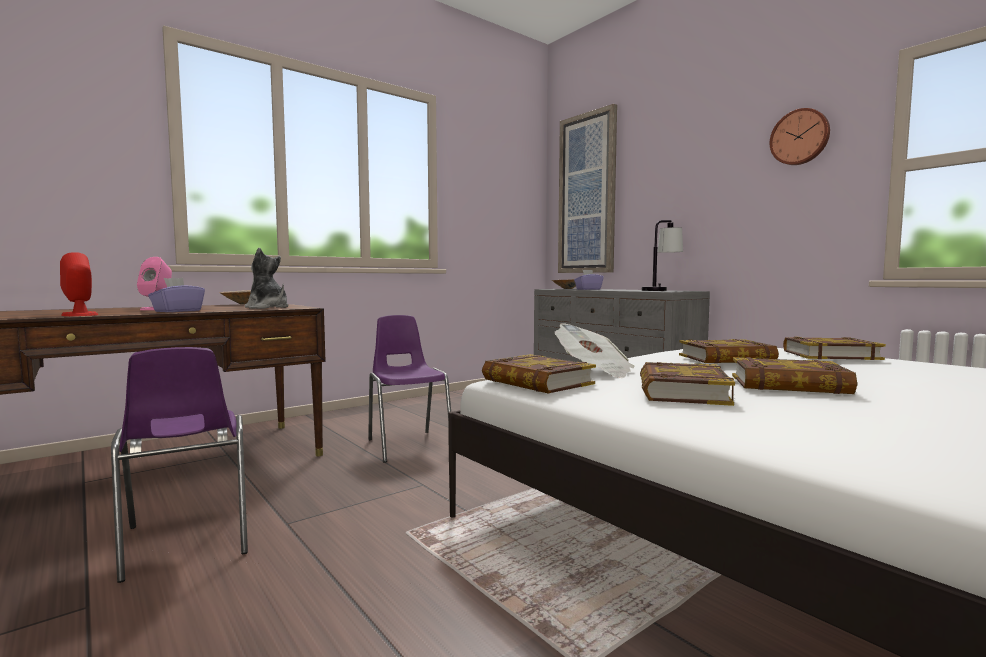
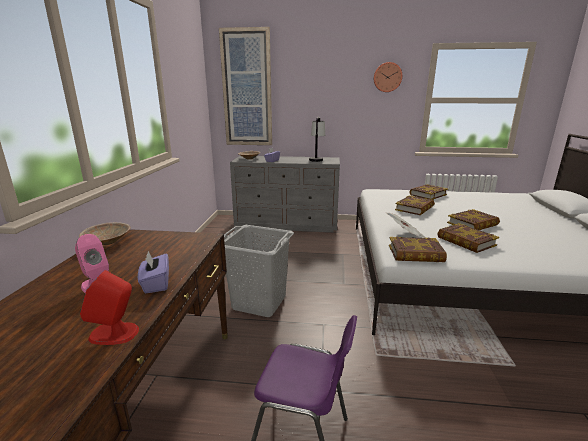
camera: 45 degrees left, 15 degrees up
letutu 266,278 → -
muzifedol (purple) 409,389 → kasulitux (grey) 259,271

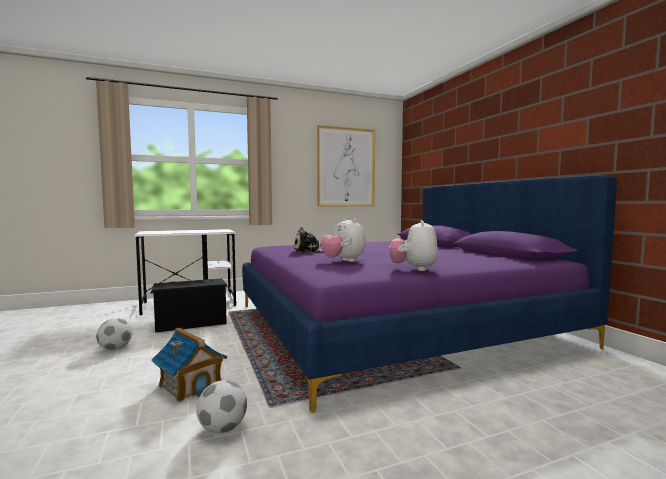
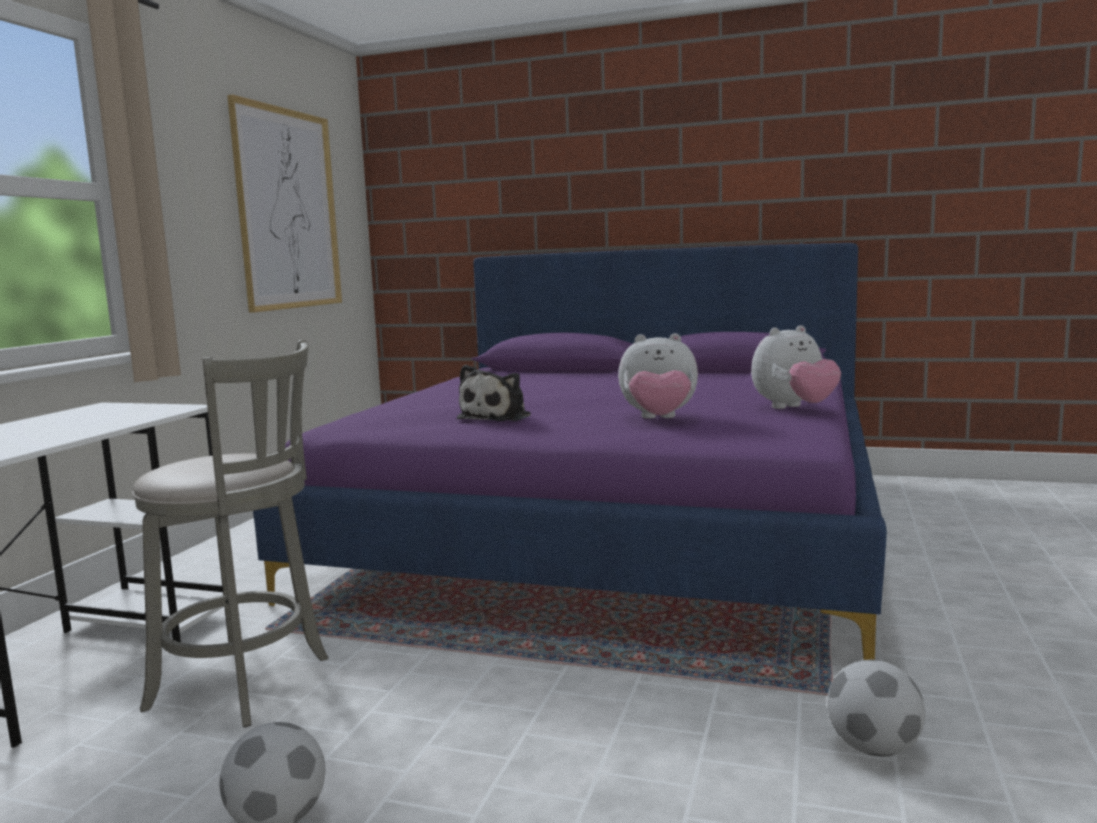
camera: 50 degrees left, 5 degrees up
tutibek 189,365 → -
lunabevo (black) 189,305 → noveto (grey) 230,533
letutu 413,245 → letutu 796,367, 75 degrees counterclockwise

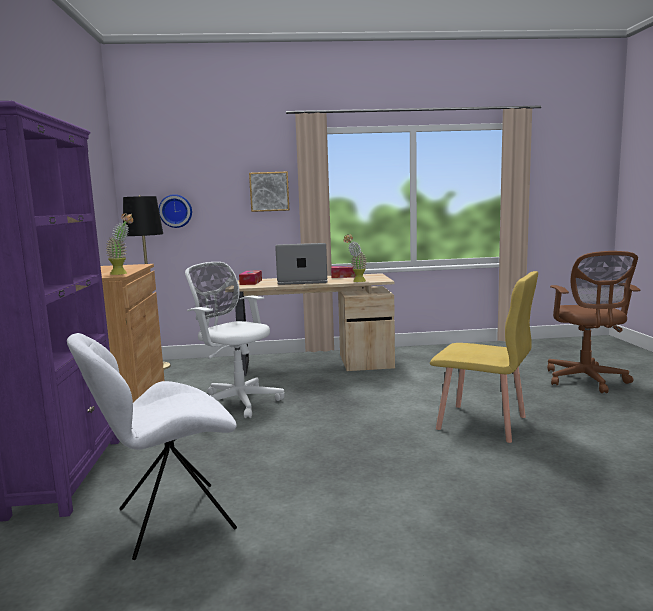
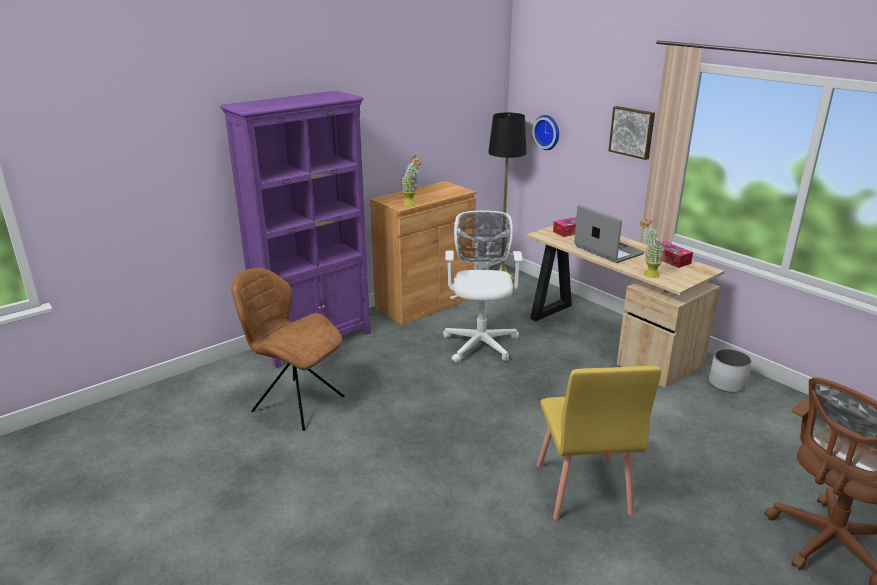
camera: 55 degrees right, 15 degrees up
- → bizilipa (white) 730,371
muzifedol (white) 152,446 → muzifedol (brown) 287,349

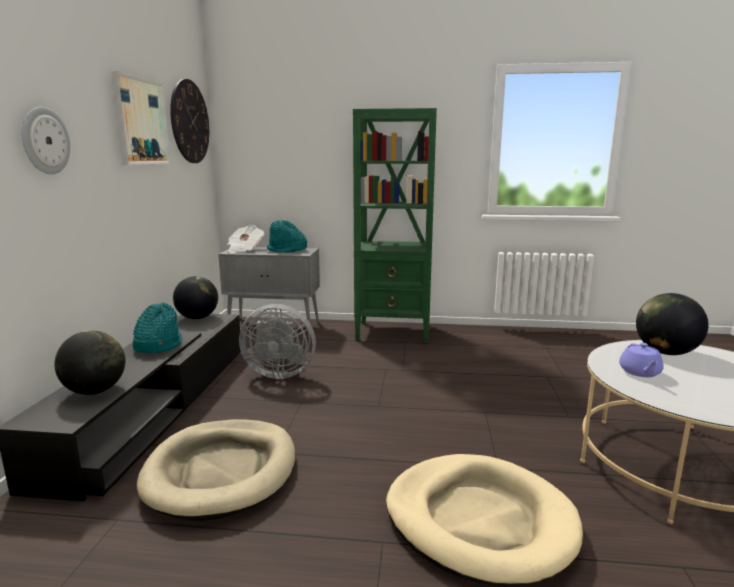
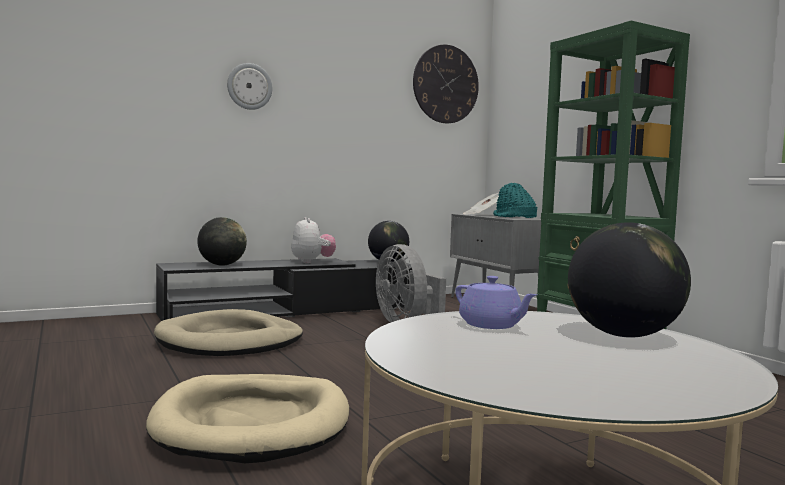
camera: 55 degrees right, 10 degrees down
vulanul 141,118 → -
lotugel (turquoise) 157,327 → letutu 313,240
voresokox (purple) 641,360 → voresokox (purple) 496,302, 105 degrees counterclockwise

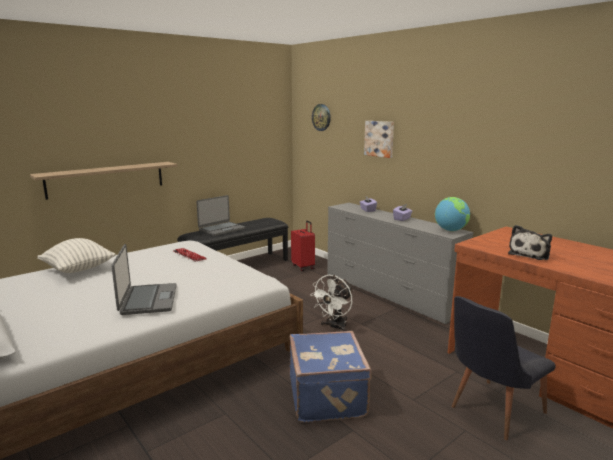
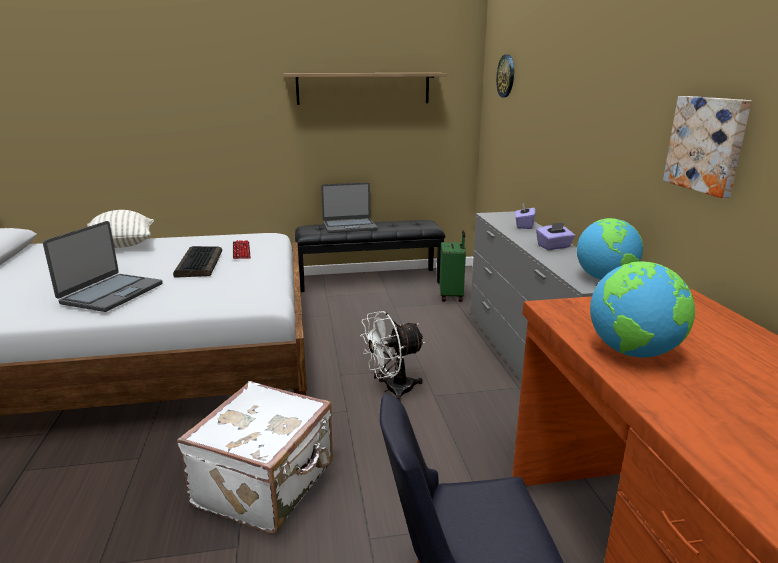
camera: 30 degrees right, 5 degrees up
- → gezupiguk 197,262
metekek 104,181 → metekek 365,89, relocated
vulanul 379,139 → vulanul 707,147, relocated
letutu 530,242 → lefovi 642,309
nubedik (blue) 331,377 → nubedik (white) 255,457
nubedik (red) 303,245 → nubedik (green) 452,266

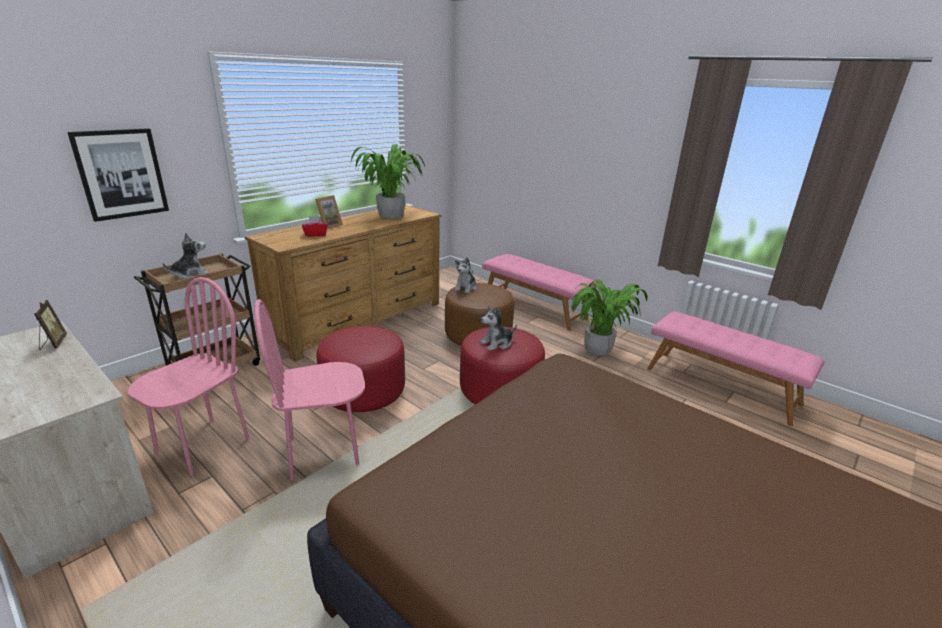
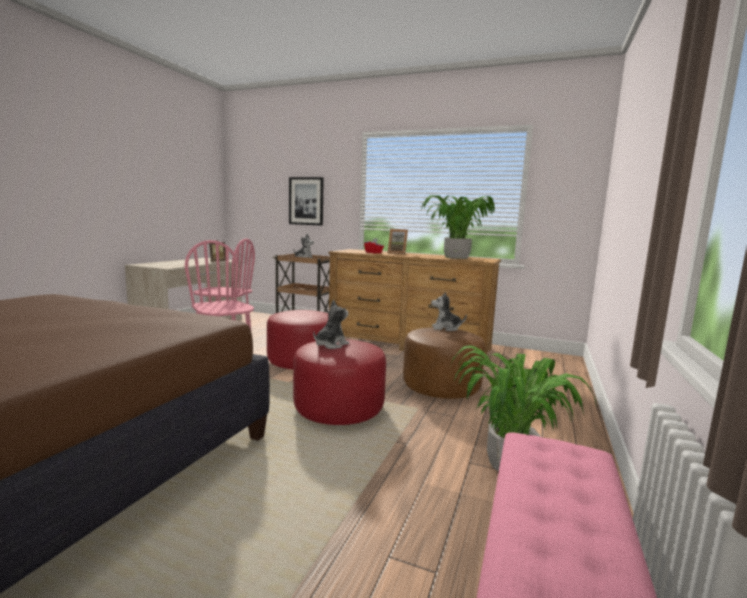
camera: 70 degrees right, 15 degrees down
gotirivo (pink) 539,292 → -
letutu 498,328 → letutu 331,324, 90 degrees clockwise

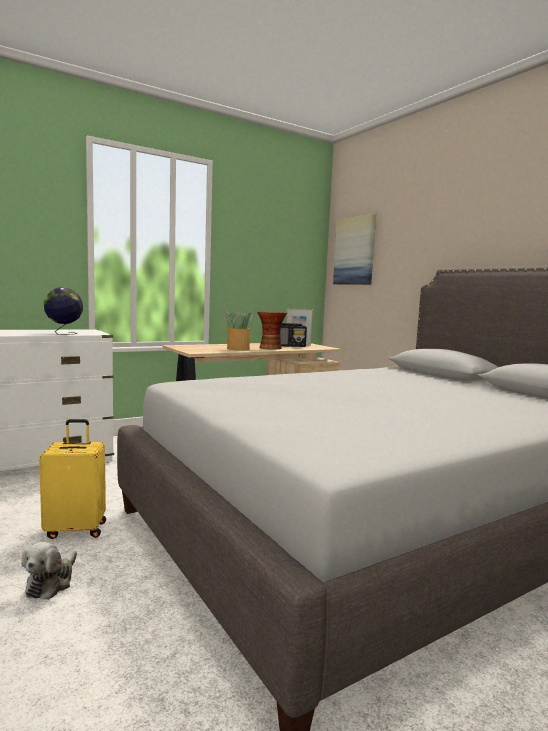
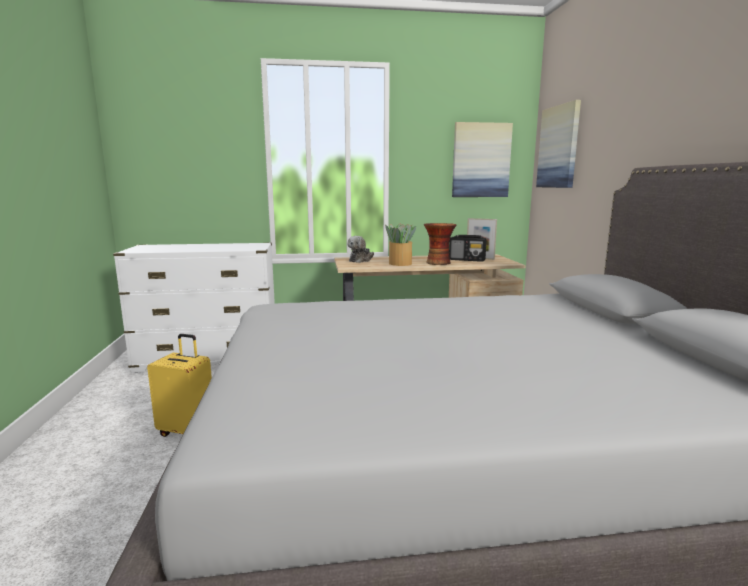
camera: 25 degrees right, 5 degrees up
lefovi 63,311 → -
- → vulanul 482,159
letutu 49,571 → letutu 360,249, relocated

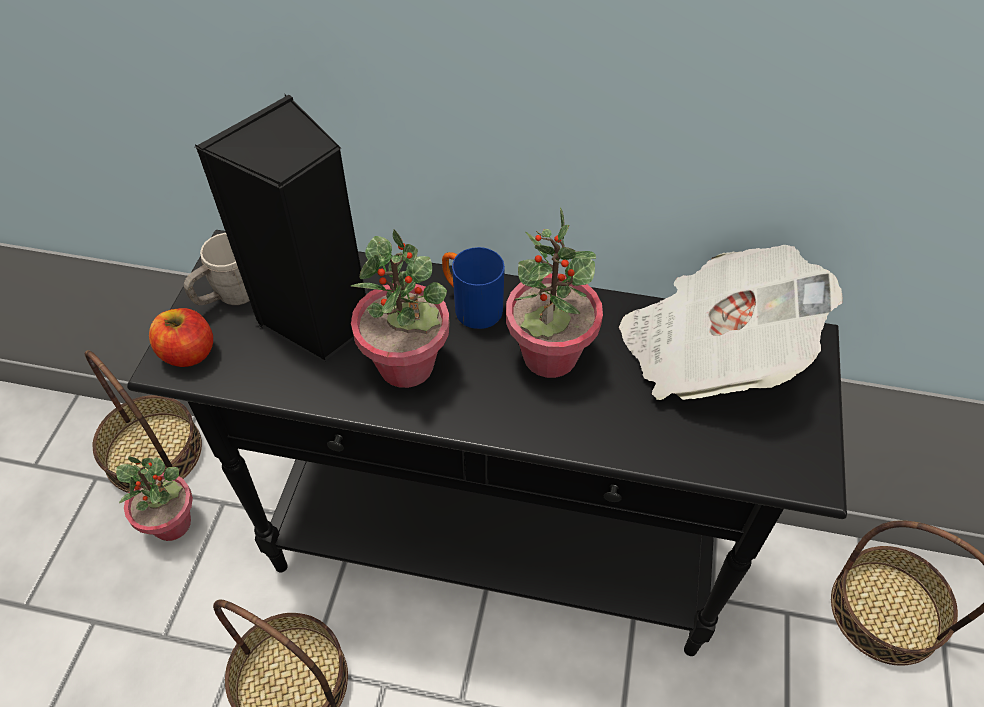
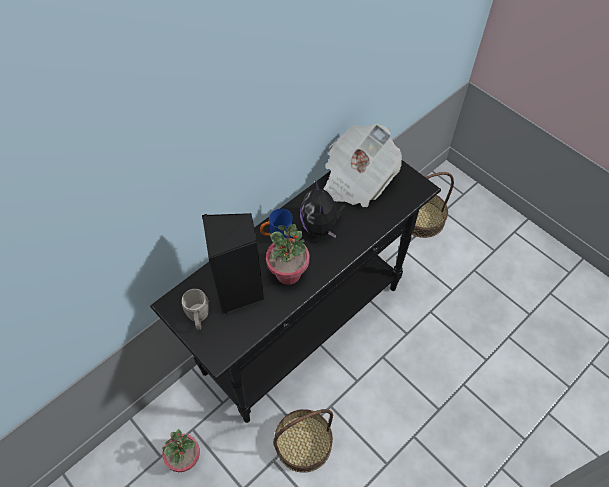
camera: 55 degrees left, 5 degrees up
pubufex 143,421 → -
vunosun 181,337 → -
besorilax 554,293 → letutu 323,209

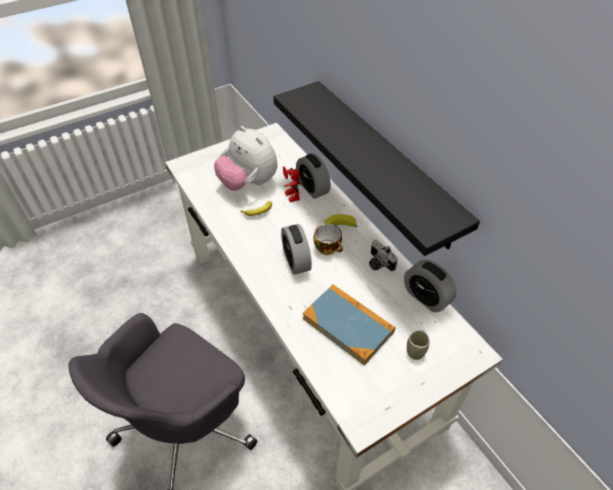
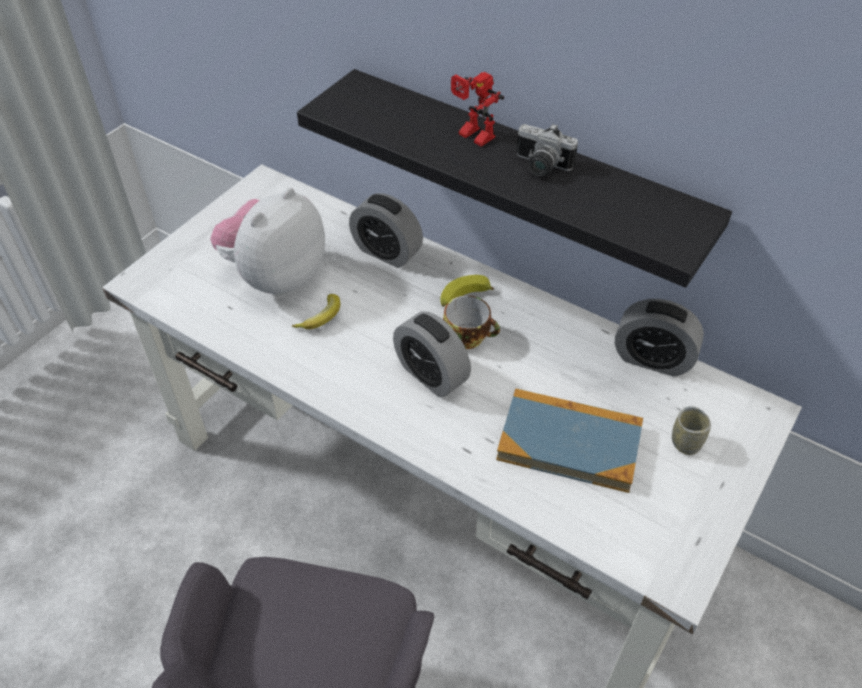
camera: 25 degrees left, 0 degrees up
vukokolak 292,184 → vukokolak 477,109, relocated
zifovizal 383,255 → zifovizal 547,149, relocated
letutu 245,158 → letutu 267,241, 105 degrees clockwise

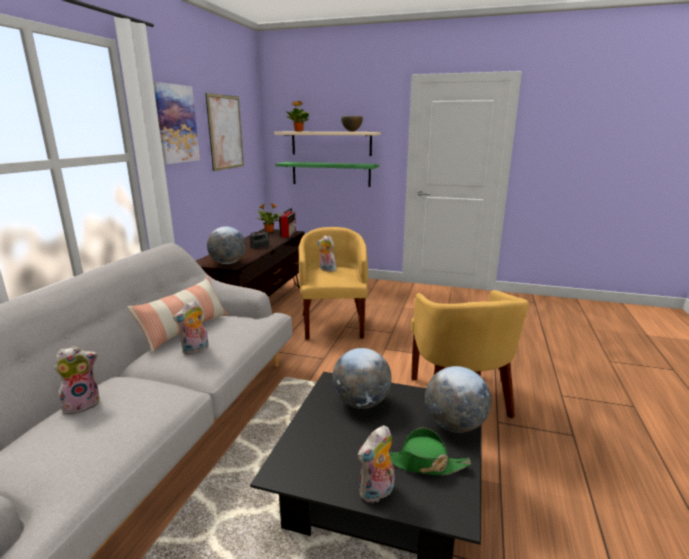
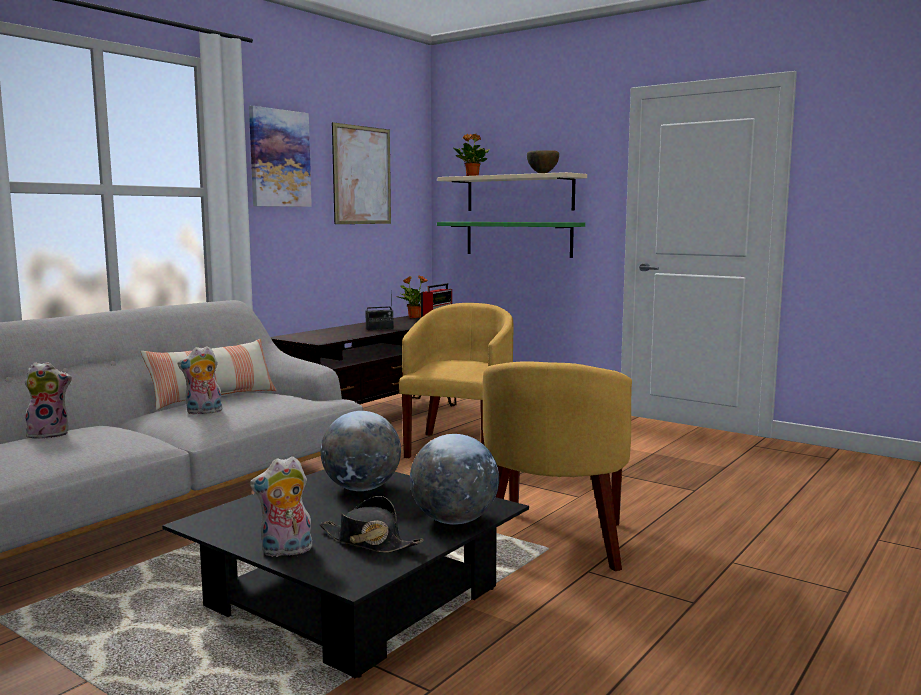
camera: 20 degrees right, 10 degrees down
lefovi 226,245 → -
letutu 328,253 → -
lotugel (green) 430,451 → lotugel (black) 371,524

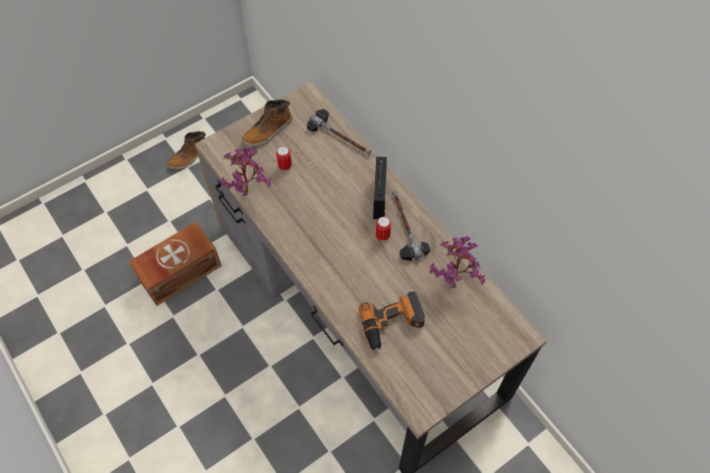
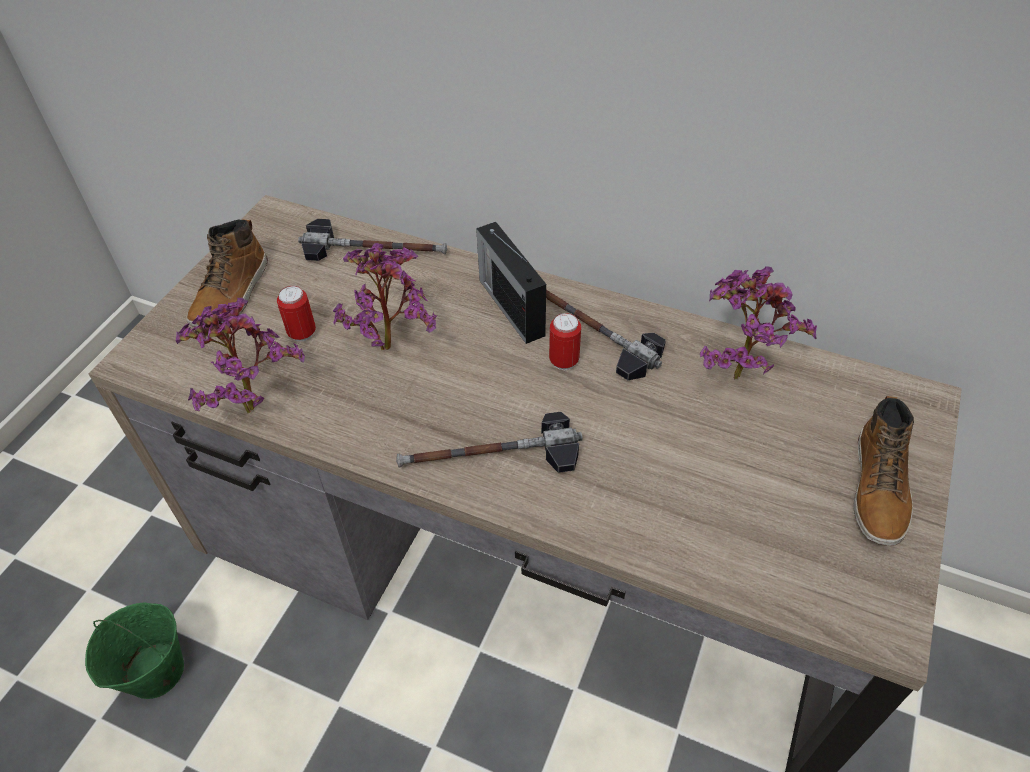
camera: 30 degrees left, 10 degrees down
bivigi 392,321 → -
- → besorilax 385,296
- → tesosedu 489,442
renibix 186,150 → renibix 884,471, relocated
lunabevo (brown) 175,264 → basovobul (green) 134,650

